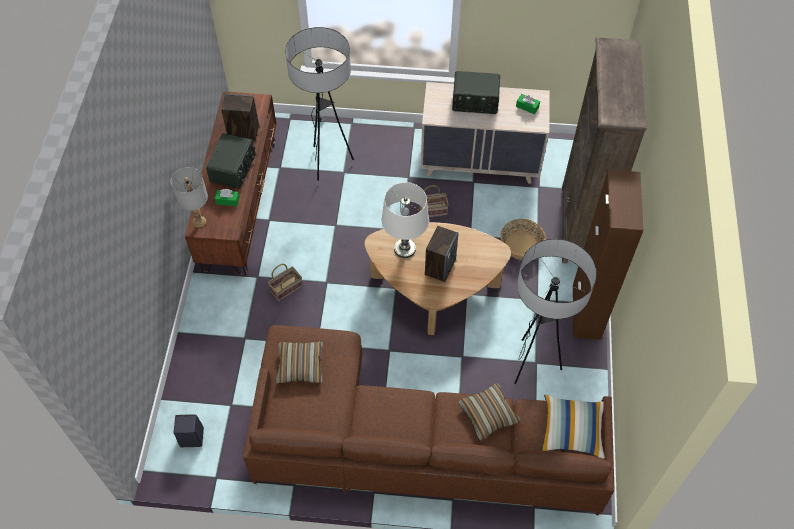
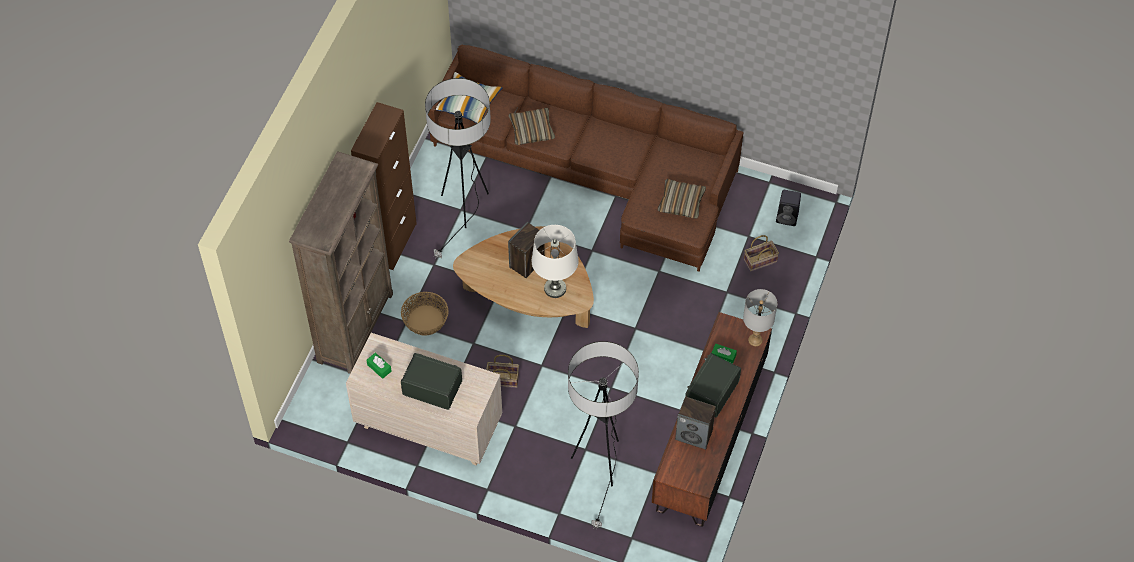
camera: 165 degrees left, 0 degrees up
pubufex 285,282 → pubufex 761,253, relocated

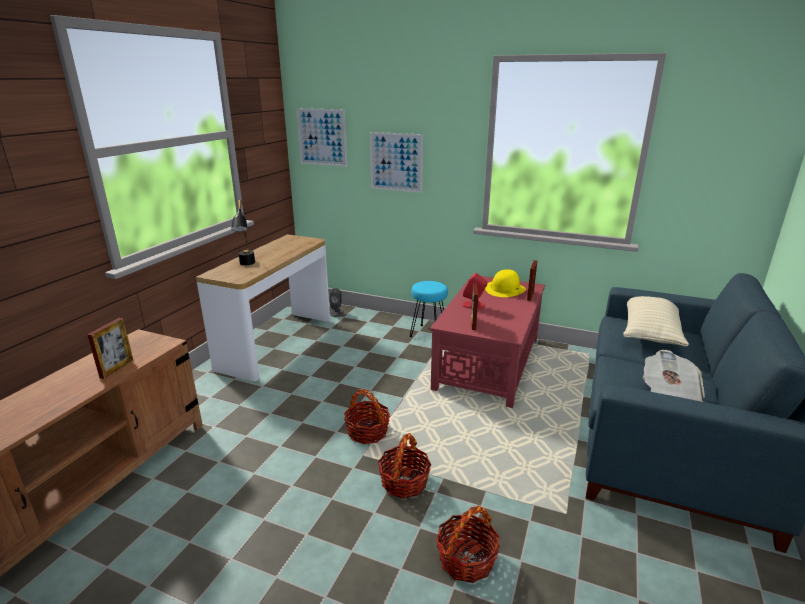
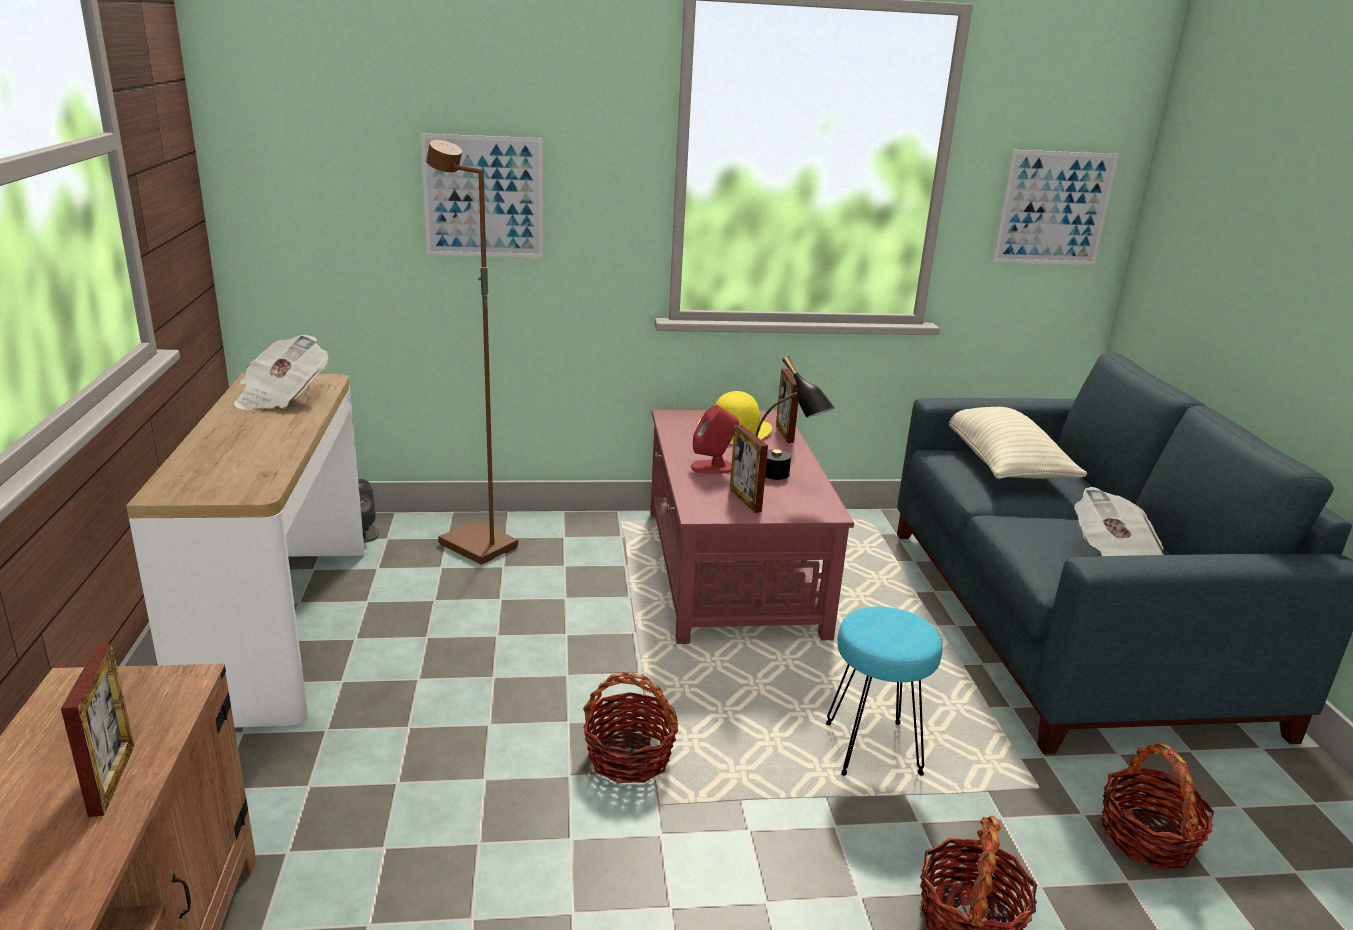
camera: 30 degrees left, 0 degrees up
- → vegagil 281,372
- → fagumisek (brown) 472,352
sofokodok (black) 243,232 → sofokodok (black) 795,418, relocated
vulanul 322,137 → vulanul 1056,207, relocated
pubufex 404,466 → pubufex 1157,806, relocated
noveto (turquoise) 429,309 → noveto (turquoise) 884,691, relocated

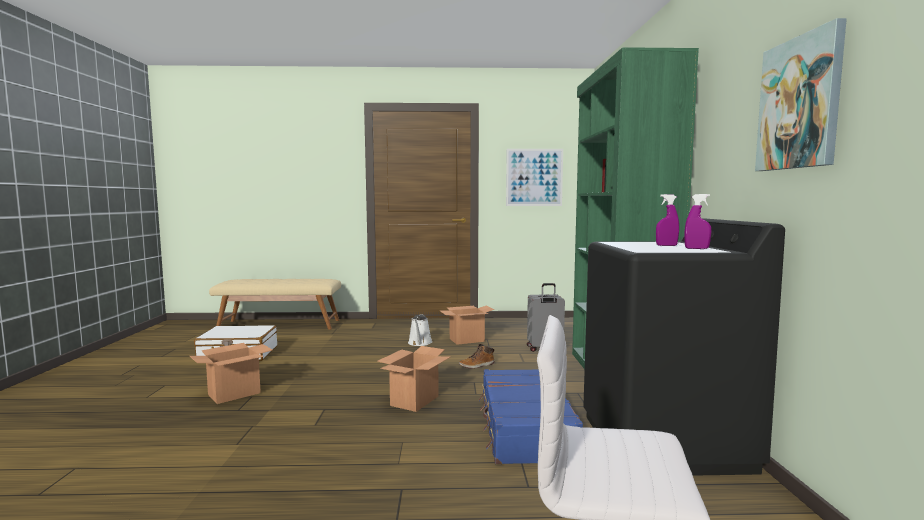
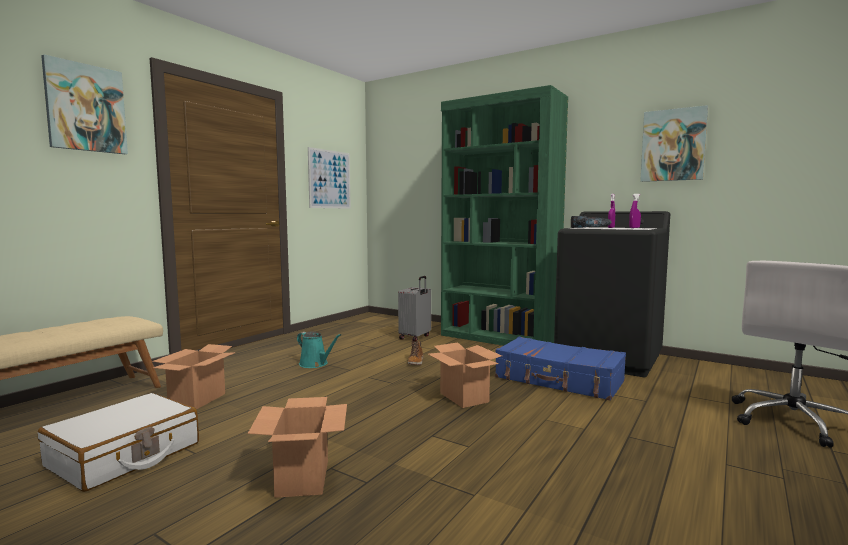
camera: 55 degrees left, 0 degrees up
- → vulanul 84,104
- → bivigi 591,222
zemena 467,325 → zemena 194,377, relocated
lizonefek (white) 420,330 → lizonefek (turquoise) 319,349

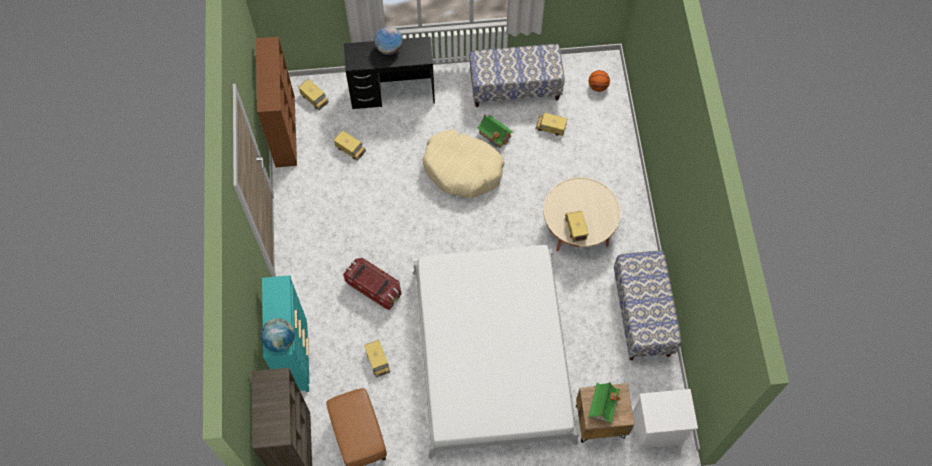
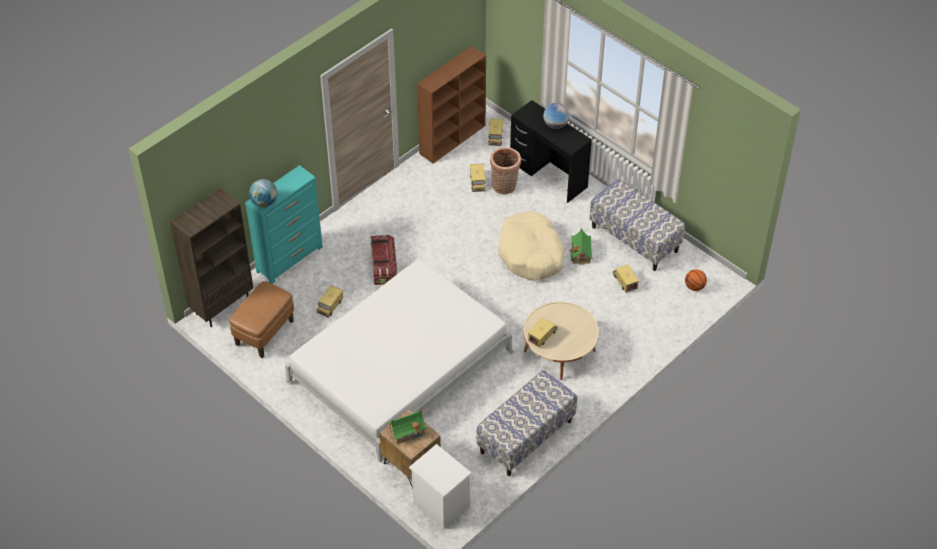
camera: 50 degrees right, 15 degrees down
- → pubufex 505,171

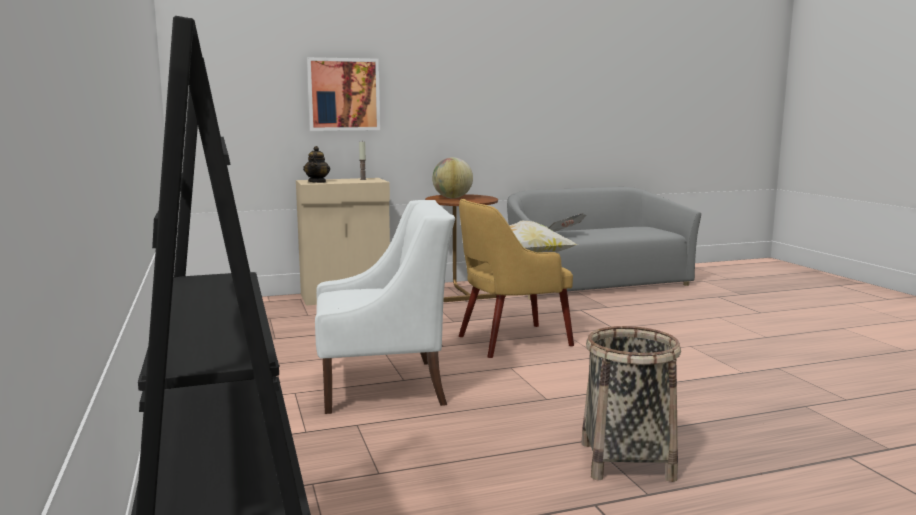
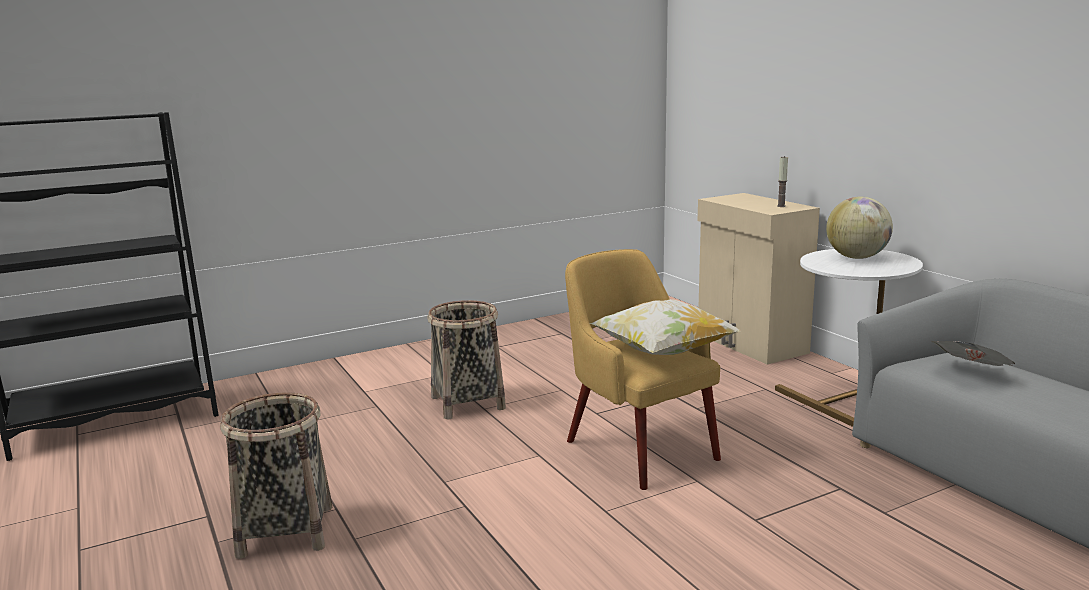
camera: 80 degrees right, 5 degrees up
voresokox 316,164 → -
vulanul 343,94 → -
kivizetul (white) 385,307 → pubufex 466,359
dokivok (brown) 465,248 → dokivok (white) 849,338

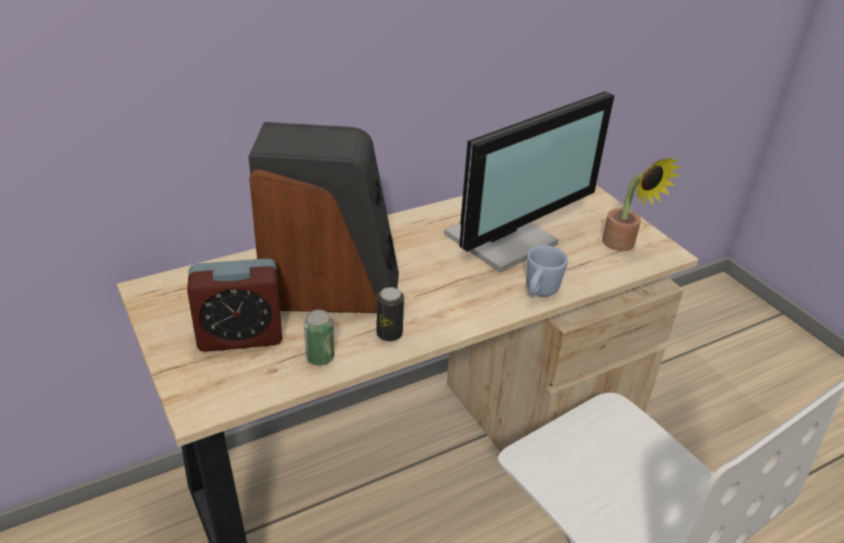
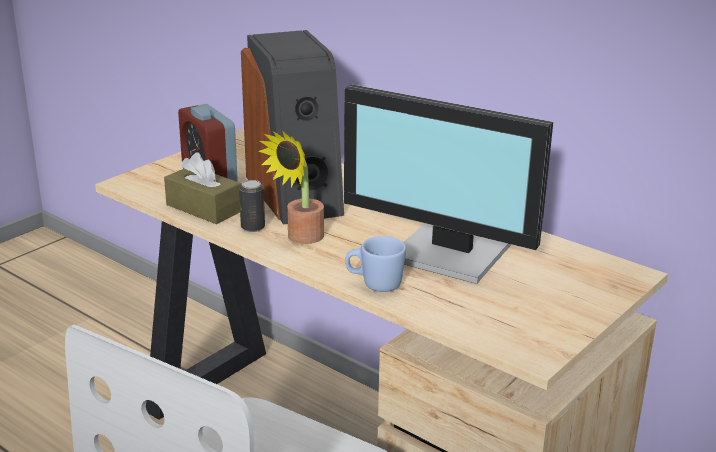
camera: 70 degrees right, 10 degrees down
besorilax 641,204 → besorilax 291,187, relocated
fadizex 319,338 → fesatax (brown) 202,188

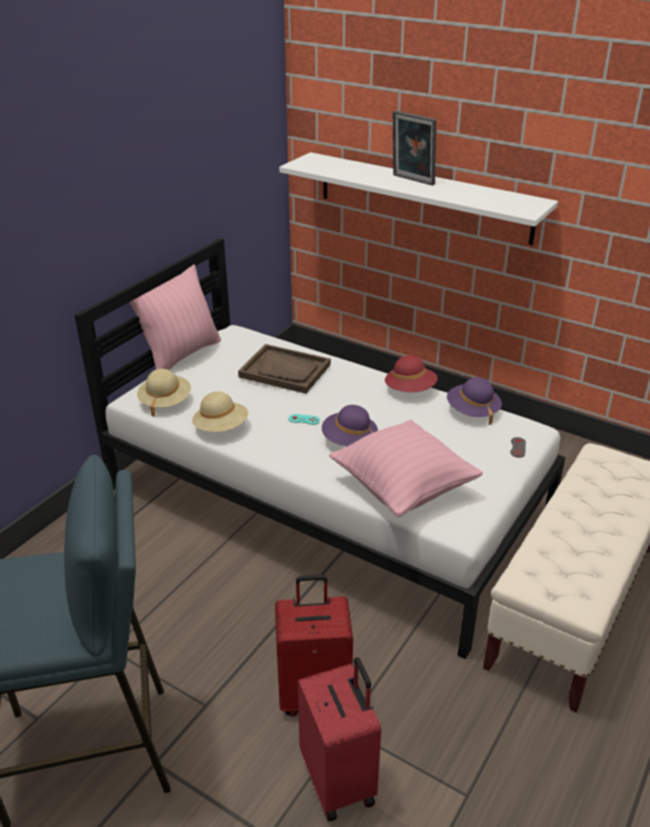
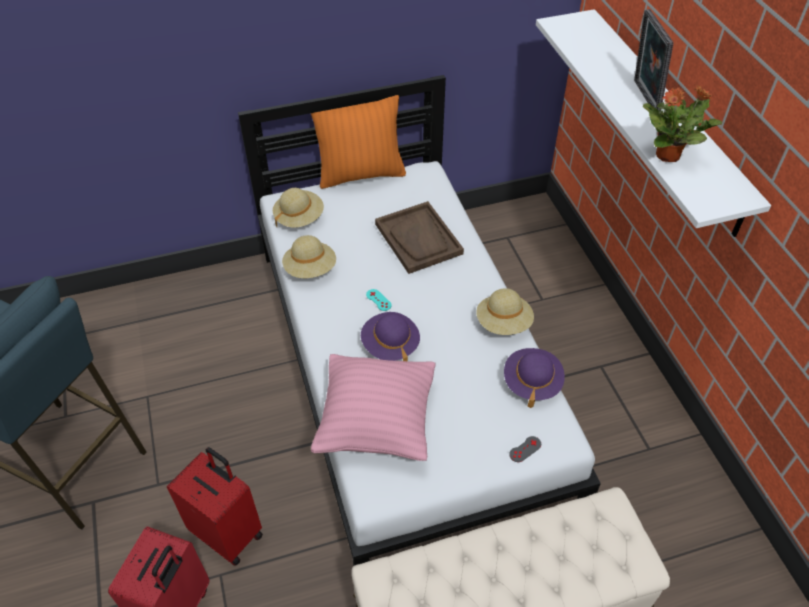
camera: 40 degrees right, 15 degrees up
- → besorilax 682,123
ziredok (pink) 175,317 → ziredok (orange) 358,142
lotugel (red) 411,373 → lotugel (beige) 505,311

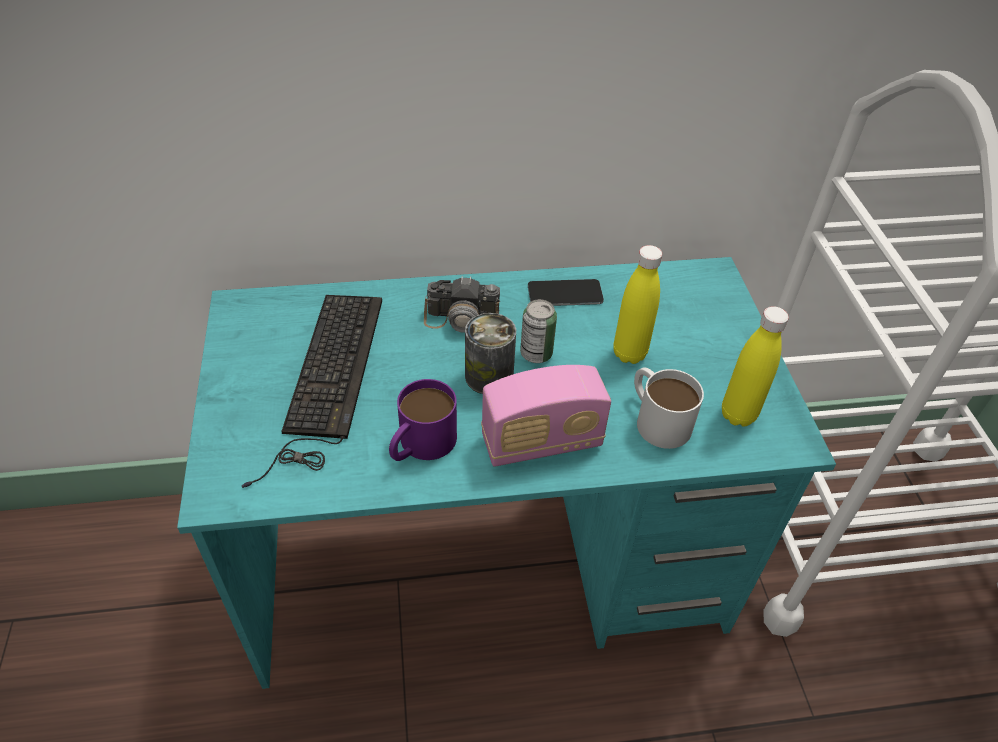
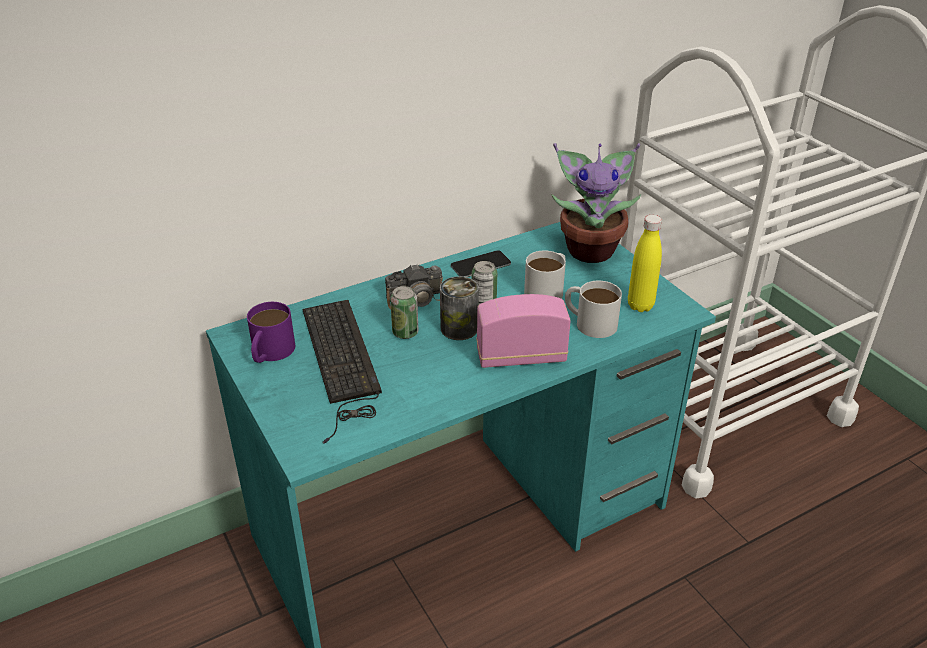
camera: 20 degrees left, 10 degrees down
- → fadizex 404,312
- → besorilax 596,203
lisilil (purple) 423,420 → lisilil (purple) 271,332, relocated
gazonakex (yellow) 637,304 → lisilil (white) 545,275
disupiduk 546,416 → disupiduk 523,331, 150 degrees counterclockwise

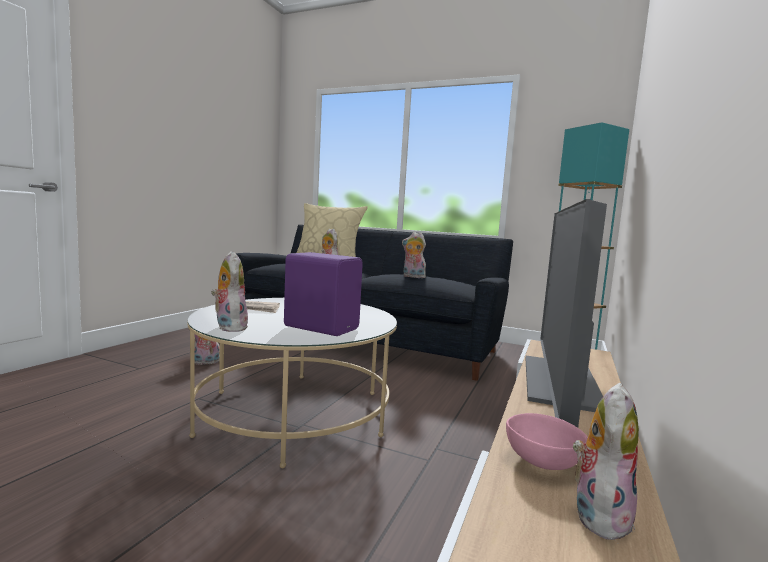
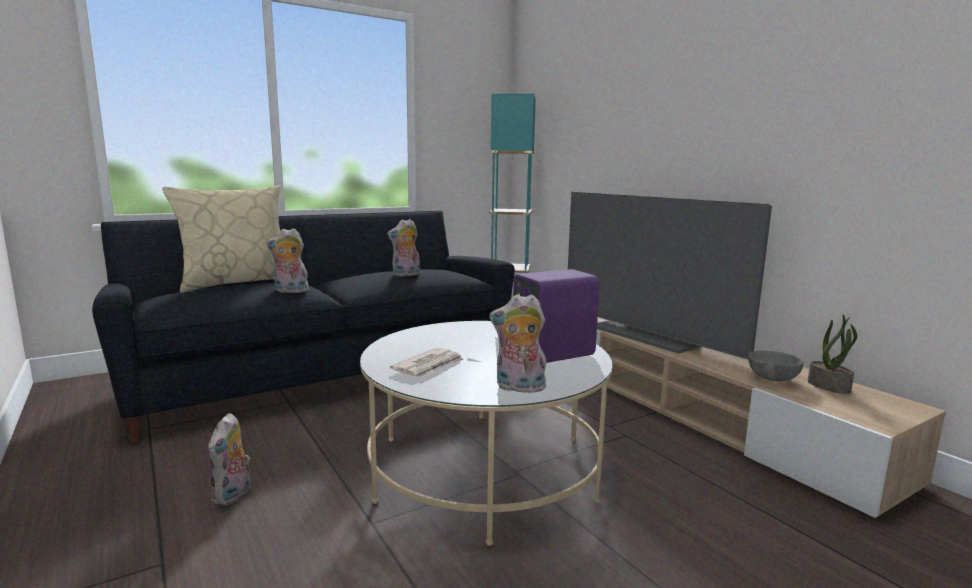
camera: 55 degrees left, 5 degrees up
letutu 606,462 → besorilax 832,354
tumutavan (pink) 547,441 → tumutavan (grey) 776,365

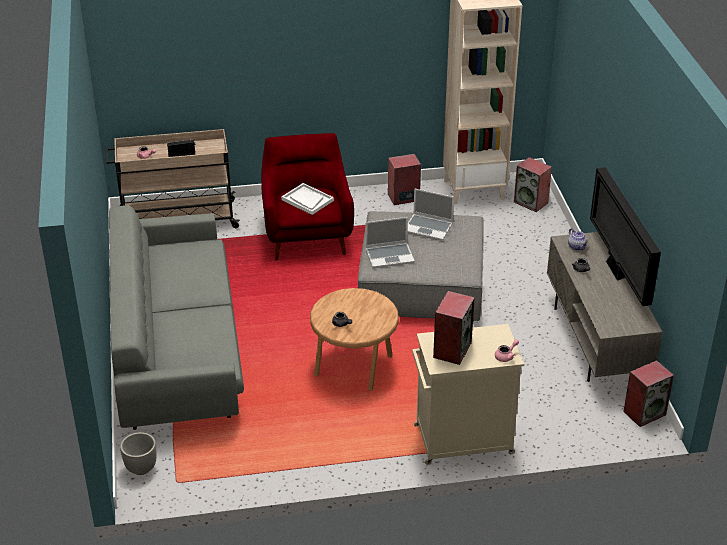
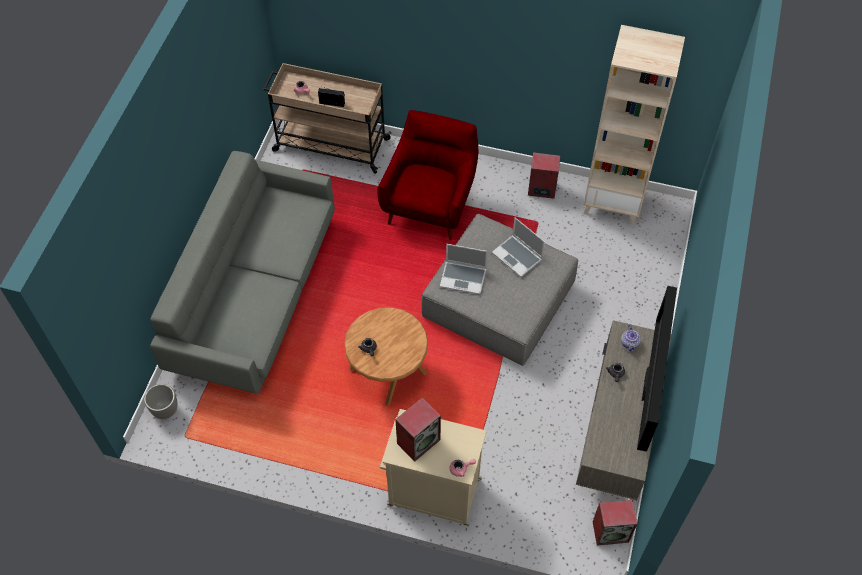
camera: 25 degrees right, 20 degrees up
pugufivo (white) 307,199 → -
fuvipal 533,184 → -

